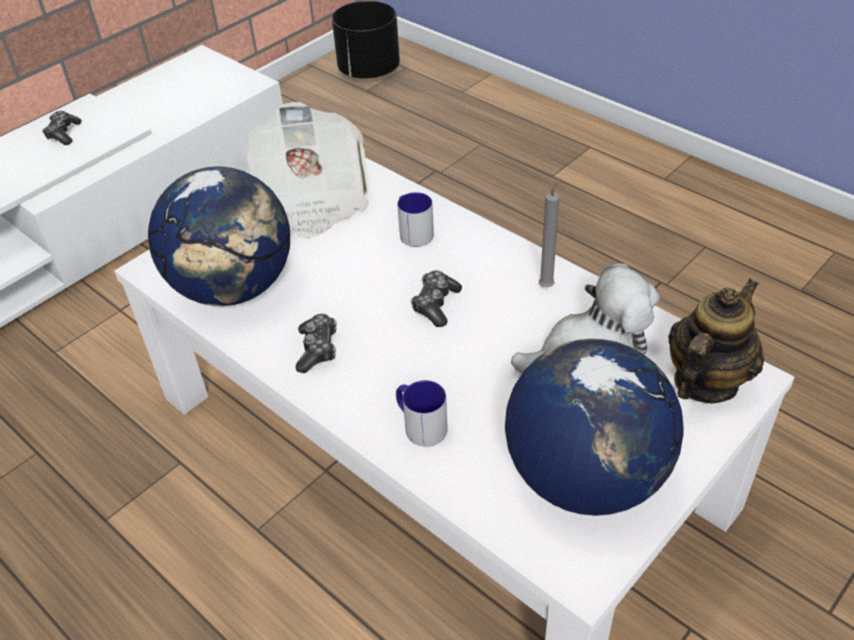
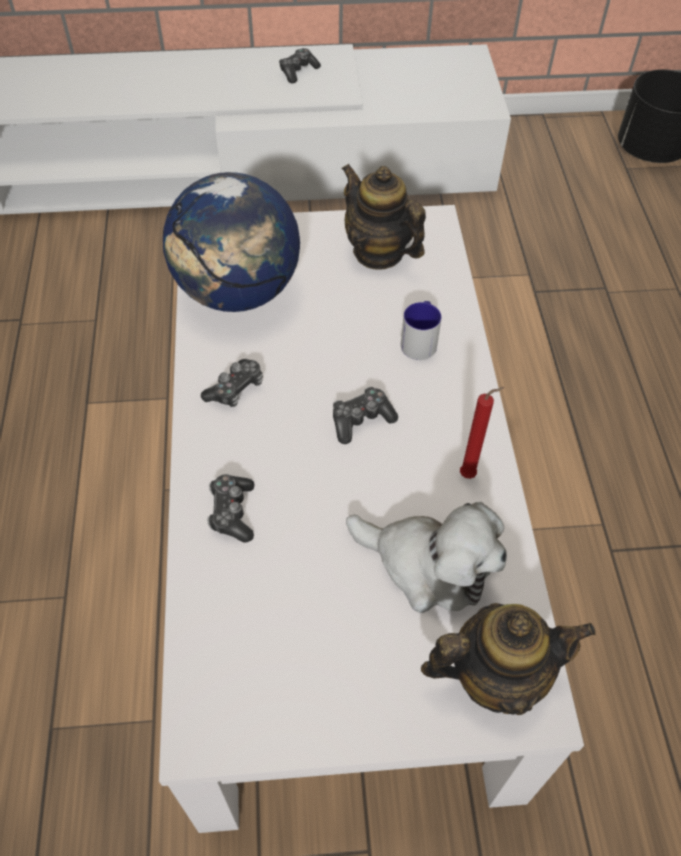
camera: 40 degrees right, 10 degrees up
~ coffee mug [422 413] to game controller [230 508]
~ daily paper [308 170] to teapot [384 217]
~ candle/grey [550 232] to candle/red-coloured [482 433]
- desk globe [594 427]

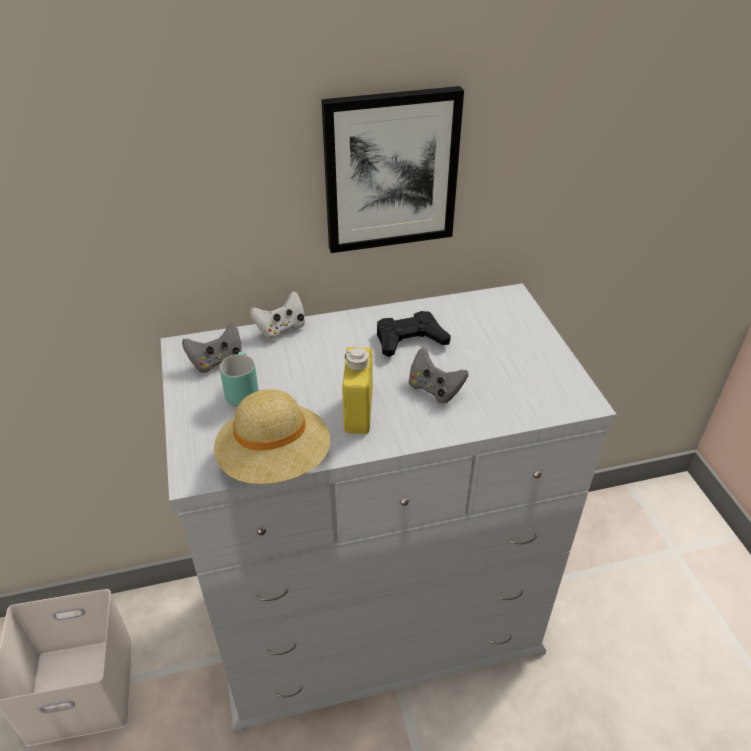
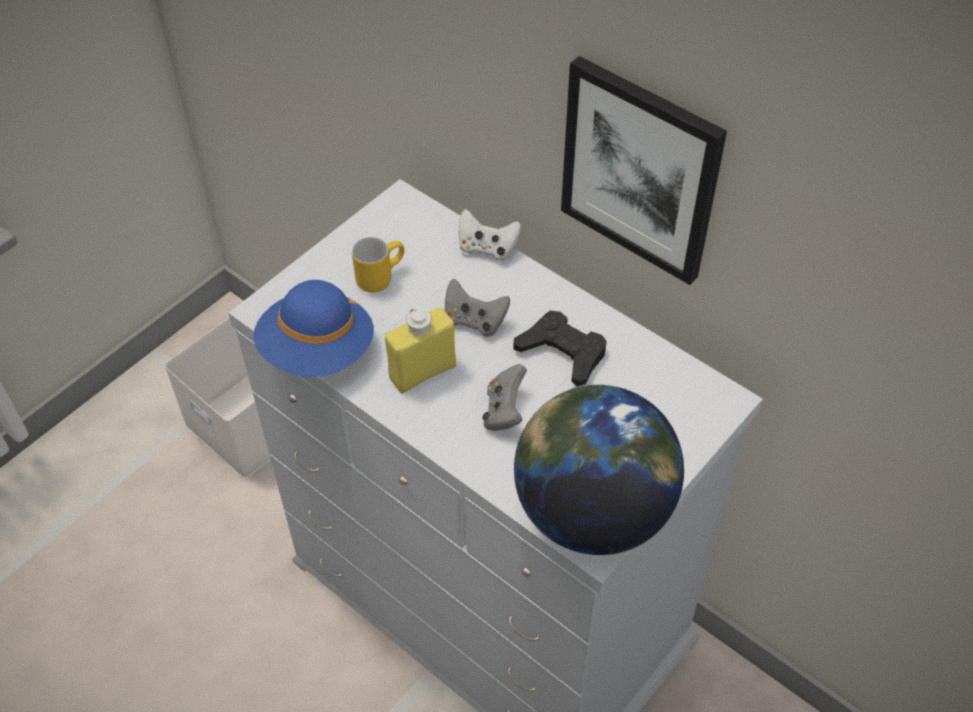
camera: 55 degrees right, 10 degrees up
~ wearable hat/sand-coloured [272 436] to wearable hat/bluish [313 328]
~ coffee mug/blue-green [239 379] to coffee mug/yellow-coloured [378 265]
~ game controller/grey [212 347] to [477 308]
+ desk globe [599 470]

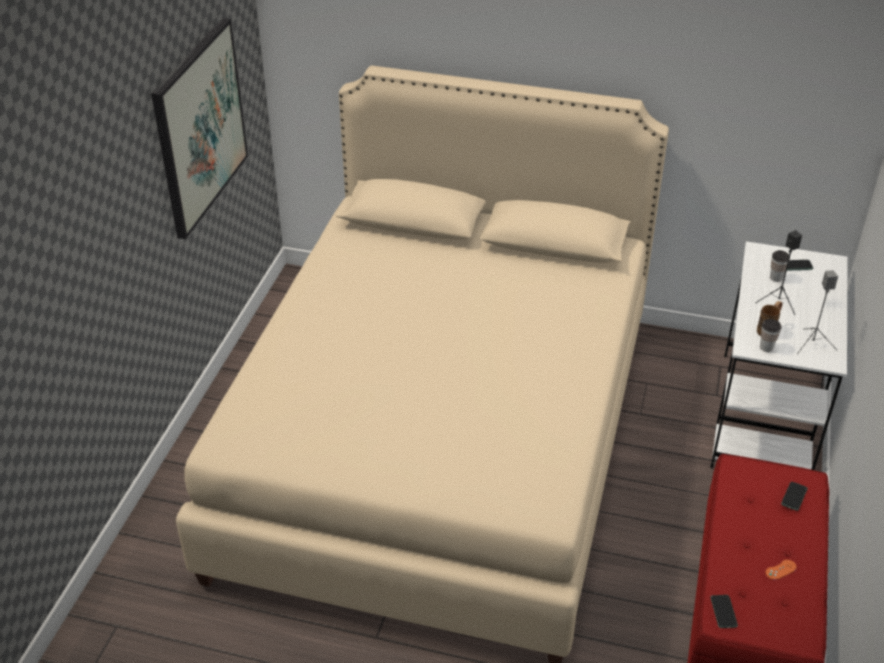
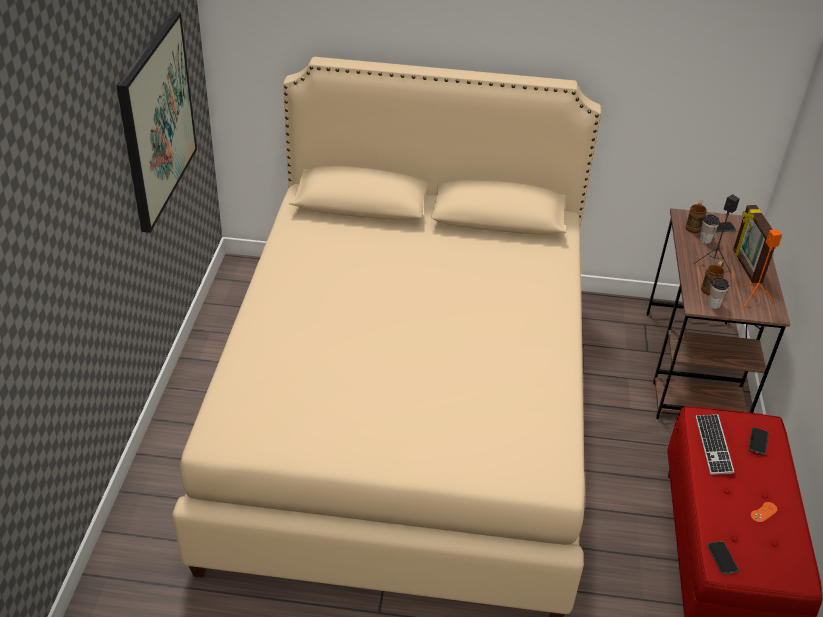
camera: 10 degrees left, 0 degrees up
~ desk unit/whitish [778 355] to desk unit/brown-coloured [719 313]
+ coffee mug/brown-coloured [695 216]
+ PC keyboard [715 444]
+ standing frame [754 244]
~ audio speaker/grey [817 312] to audio speaker/orangey [761 269]

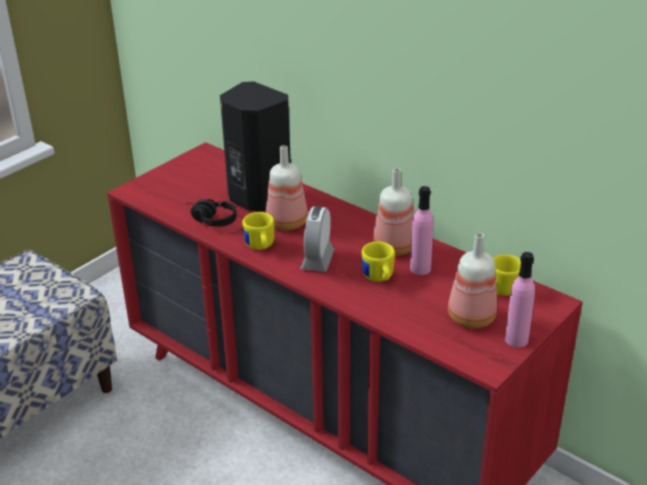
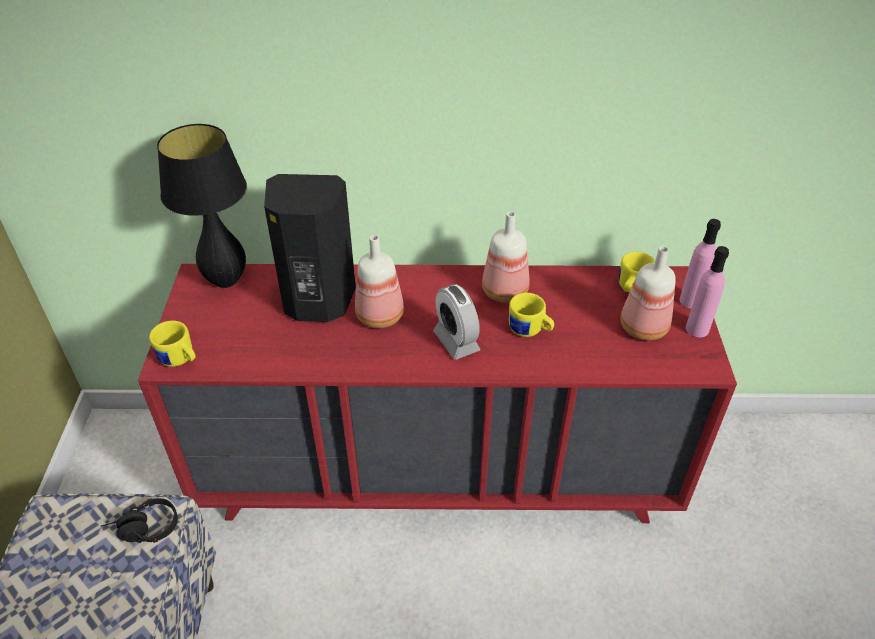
camera: 40 degrees left, 10 degrees up
~ headphones/black [212 213] to [139 520]
~ coffee mug/yellow-coloured [258 231] to [172 344]
+ table lamp/black [202 206]
~ beverage bottle/pink [422 230] to [700 263]

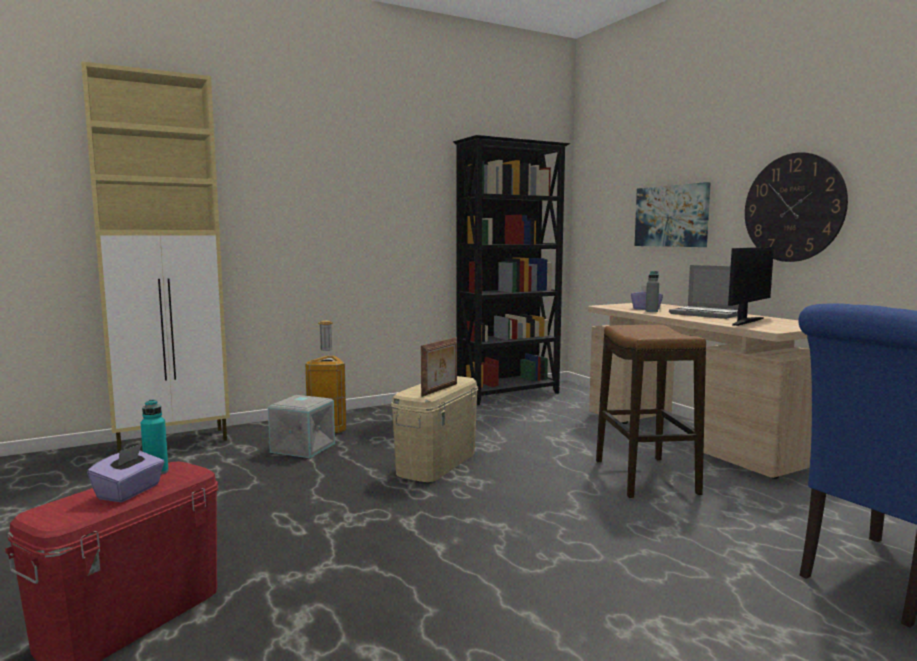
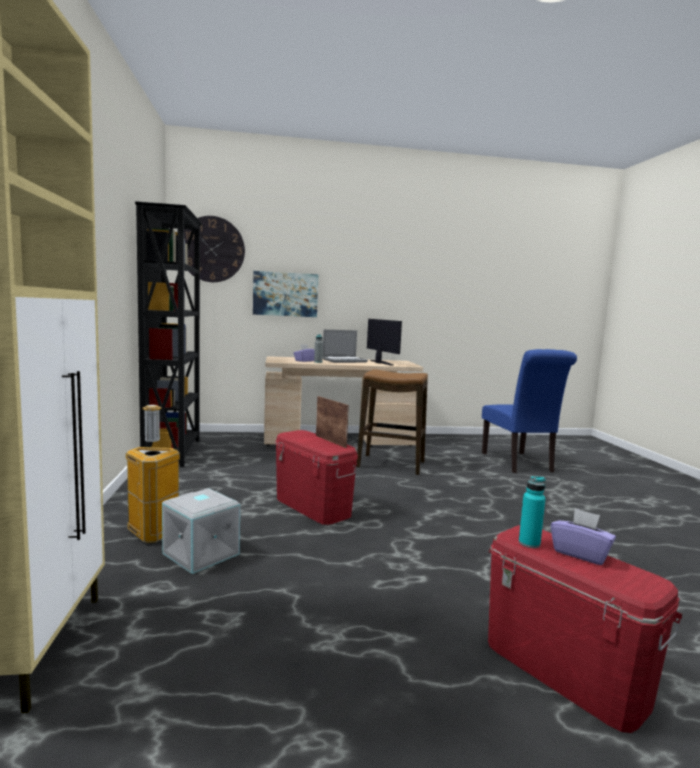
camera: 70 degrees left, 0 degrees up
~ hanging clock [796 207] to [214 249]
~ storage box/sand-coloured [434 429] to storage box/red-coloured [316 477]

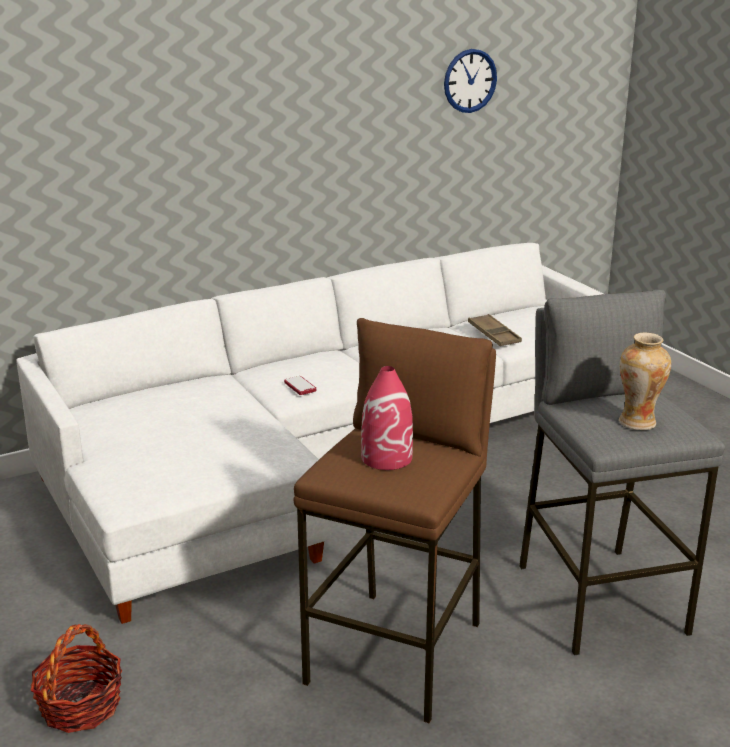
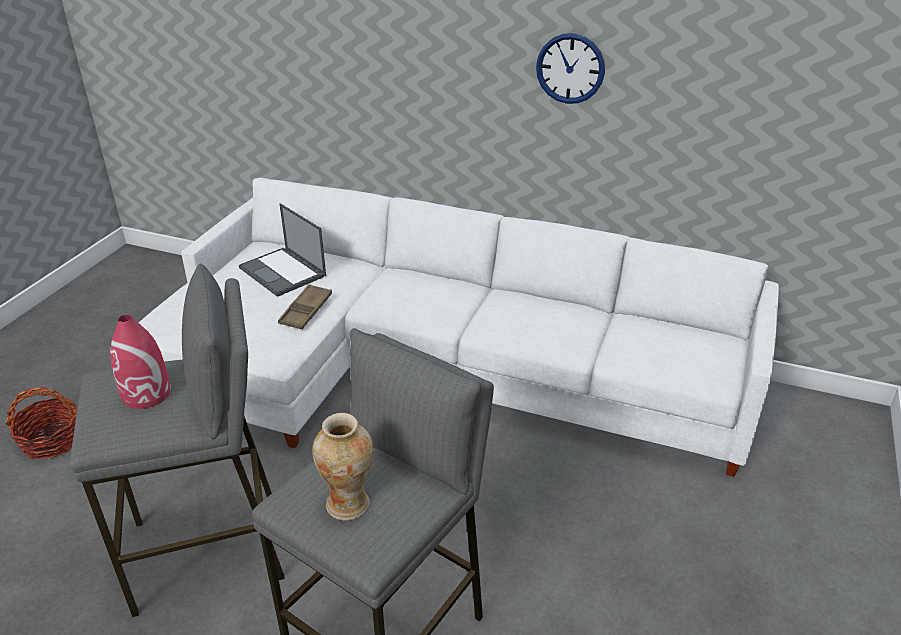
camera: 50 degrees right, 10 degrees up
~ sitting stool/brown-coloured [395 520] to sitting stool/grey [177 440]
+ portable computer [282 250]
~ serving tray/brown-coloured [495 330] to [305 307]
~ hanging clock [470 81] to [570 68]
- phone [300 385]

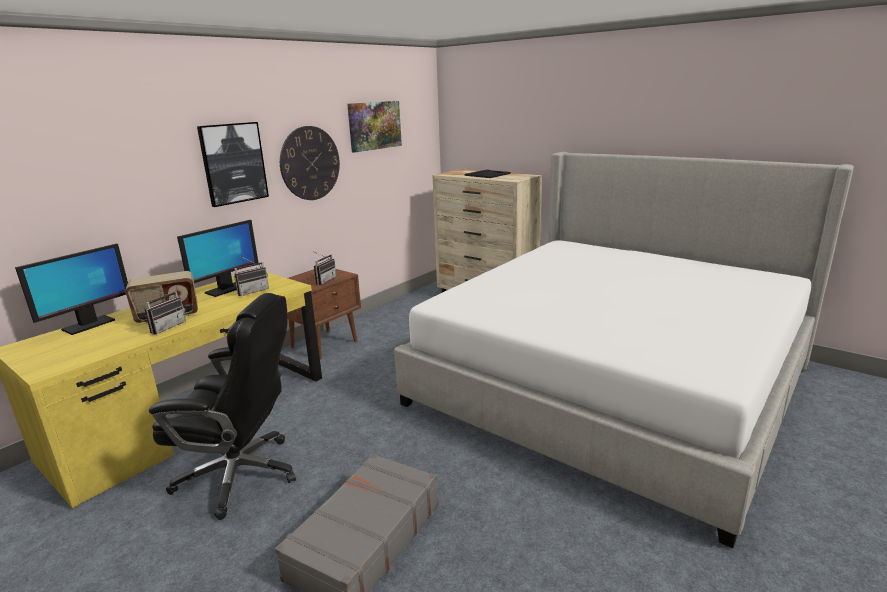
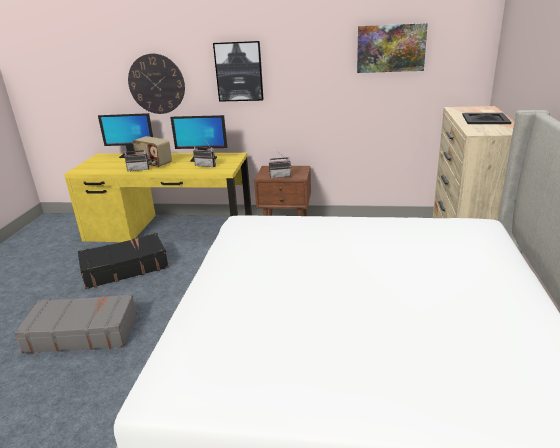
camera: 60 degrees right, 5 degrees up
~ computer chair/black [222 406] to suitcase/black [123 261]
~ hanging clock [310 163] to [156 84]

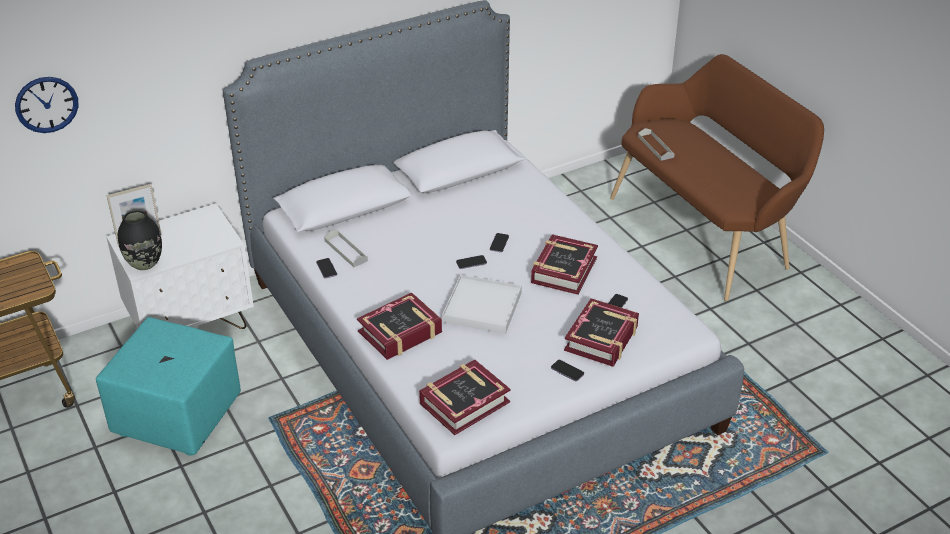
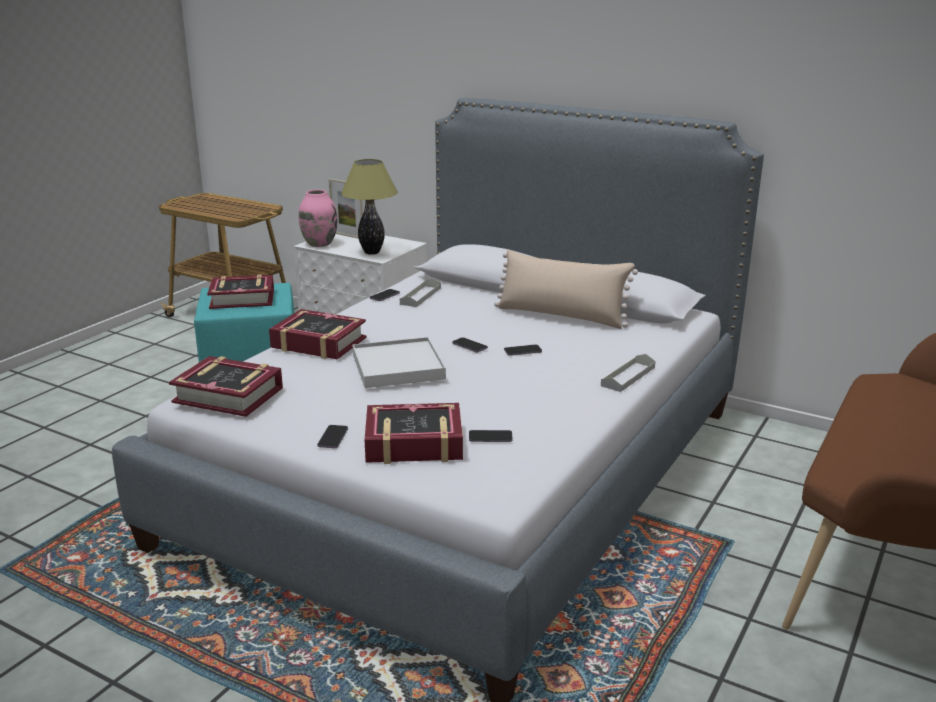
camera: 60 degrees right, 15 degrees down
~ bound book [564 264] to [240 291]
~ flower vase/black [140 240] to flower vase/pink [318 218]
+ table lamp [369 207]
+ throw pillow/sand-coloured [566 289]
~ serving tray/grey [656 144] to [628 373]
- hanging clock [47 105]

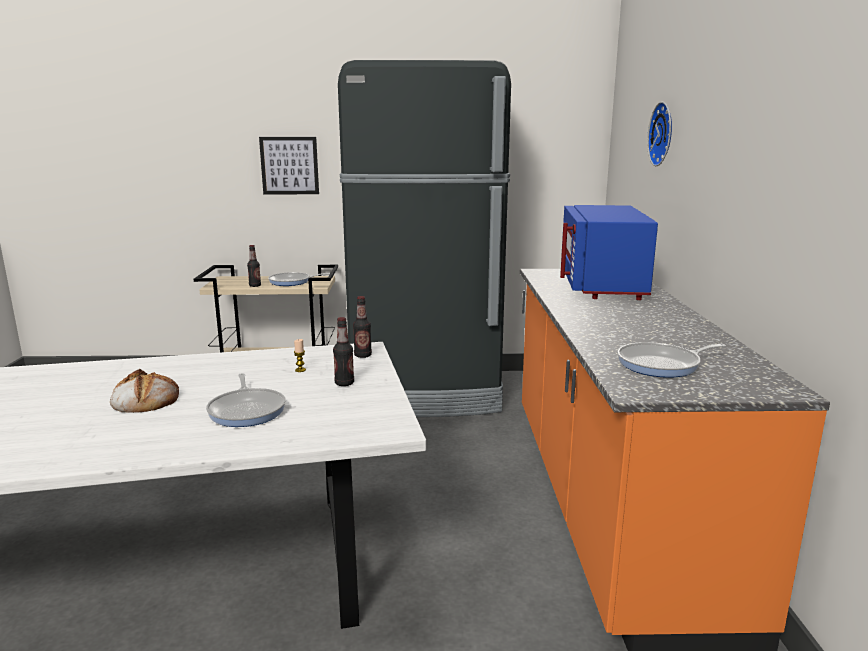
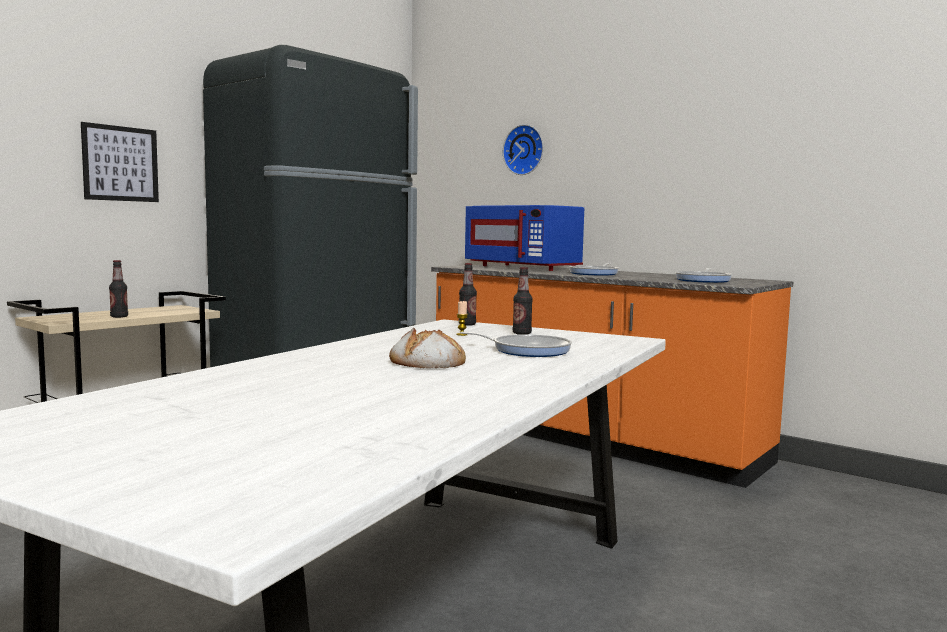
camera: 50 degrees left, 10 degrees down
~ pan [299 279] to [594 269]

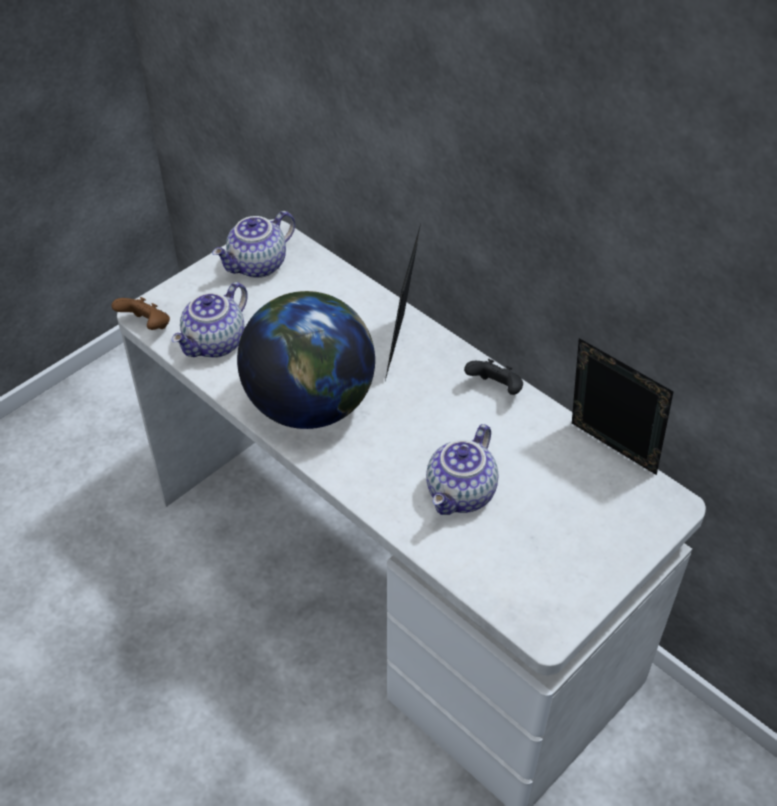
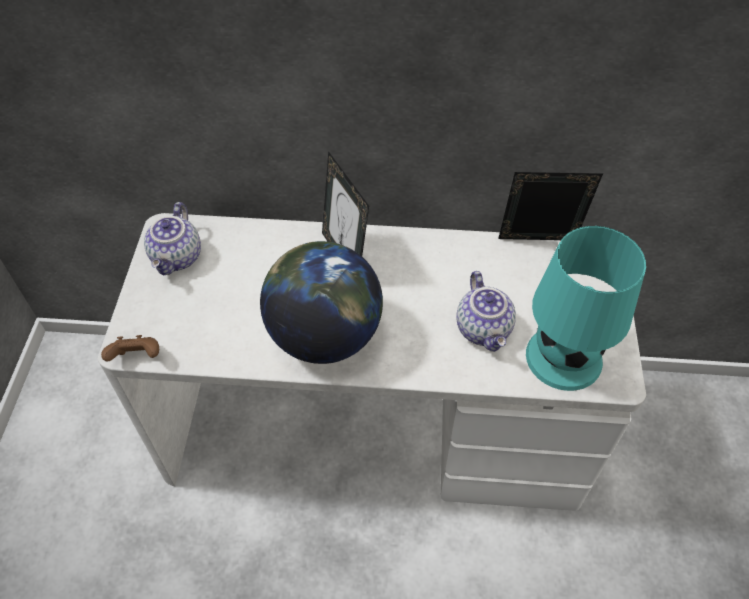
camera: 40 degrees left, 5 degrees up
+ table lamp/blue-green [586 308]
- teapot [210 320]
- game controller/black [493 377]

